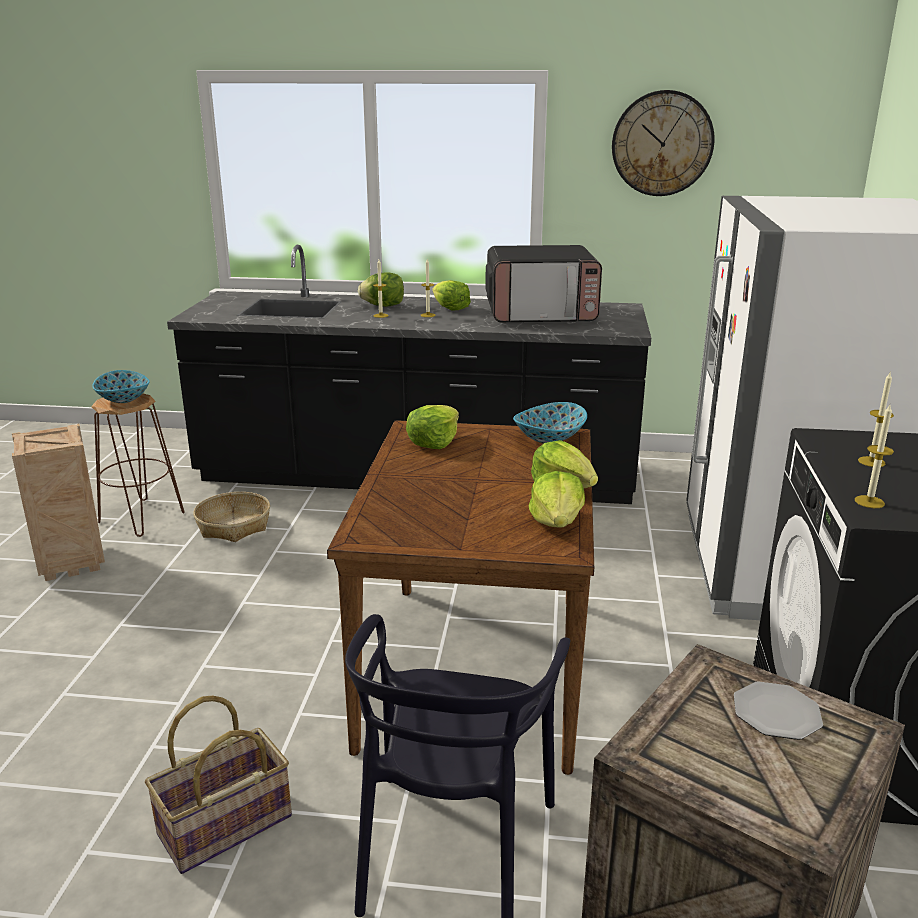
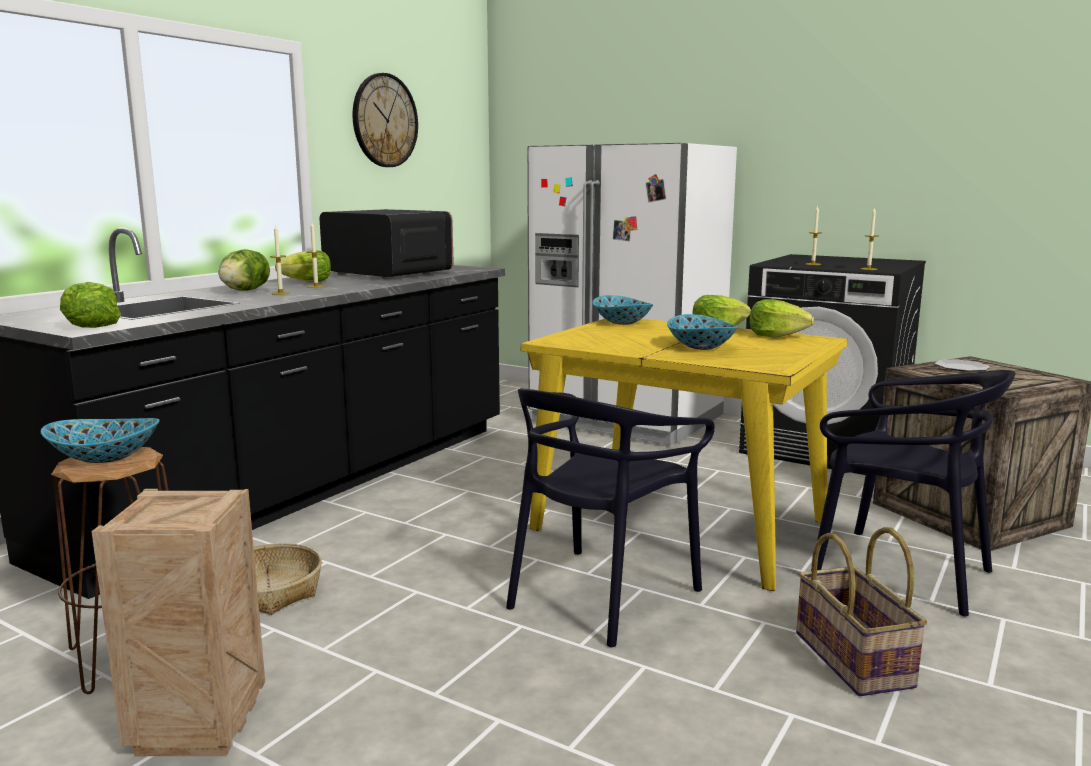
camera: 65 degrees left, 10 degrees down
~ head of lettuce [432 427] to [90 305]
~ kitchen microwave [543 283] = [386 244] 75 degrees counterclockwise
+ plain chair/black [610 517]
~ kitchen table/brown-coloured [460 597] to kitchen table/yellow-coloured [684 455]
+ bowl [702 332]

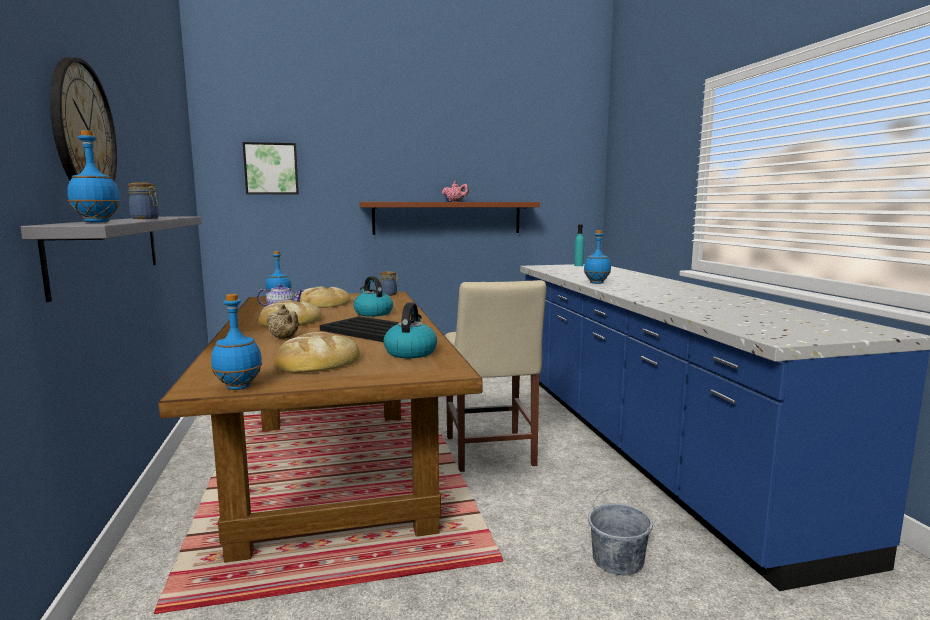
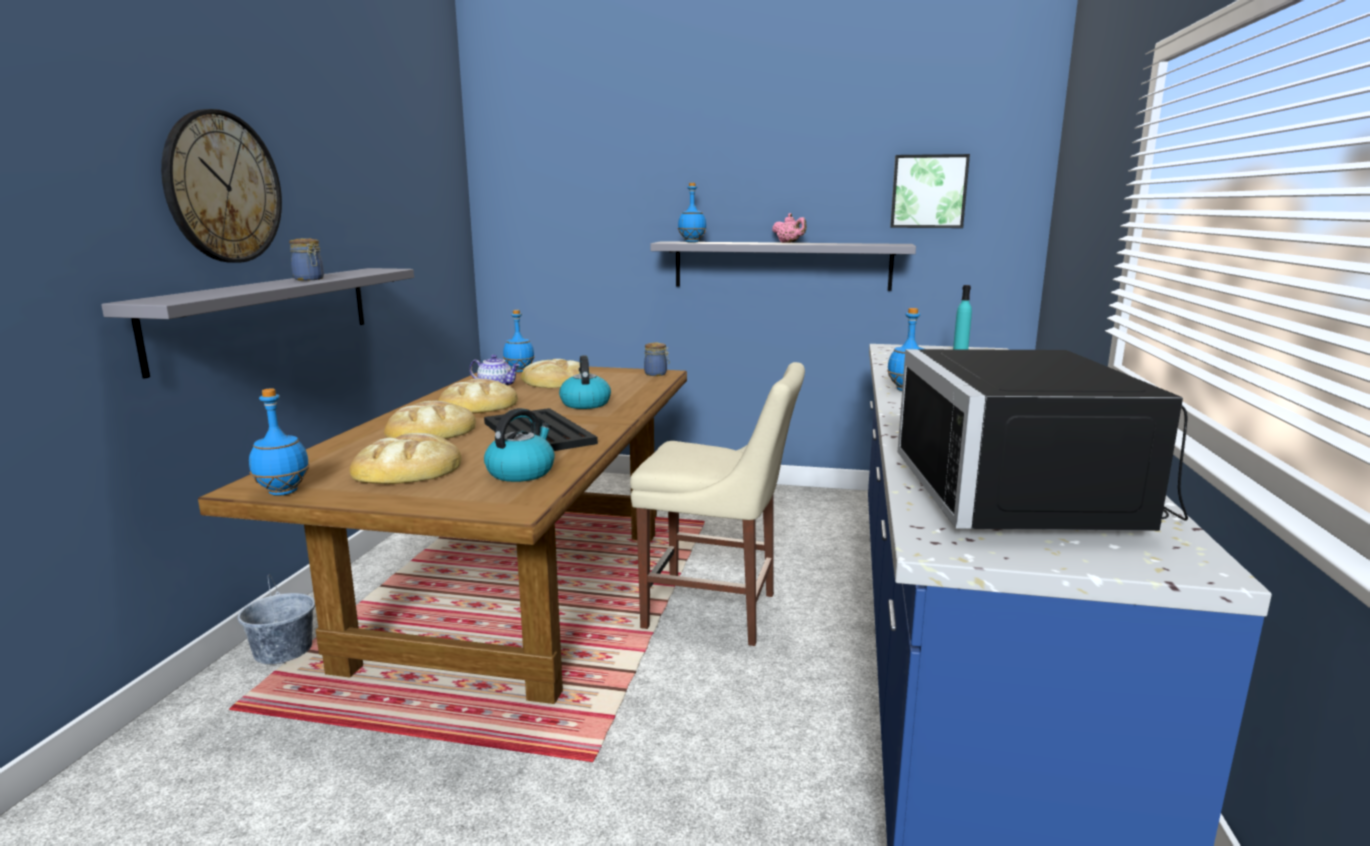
camera: 25 degrees right, 5 degrees up
~ water bucket/grey [620 532] to [276 620]
~ teapot/sand-coloured [282 322] to baked bread [430 420]
~ plain chair/sand-coloured [495 376] = [717 504] 90 degrees counterclockwise
~ wall shelf/brown-coloured [449 218] to wall shelf/grey [783 266]
~ beverage bottle/bluish [94 176] to [692 213]
~ picture [271 168] to [930 191]
+ kitchen microwave/black [1043 440]

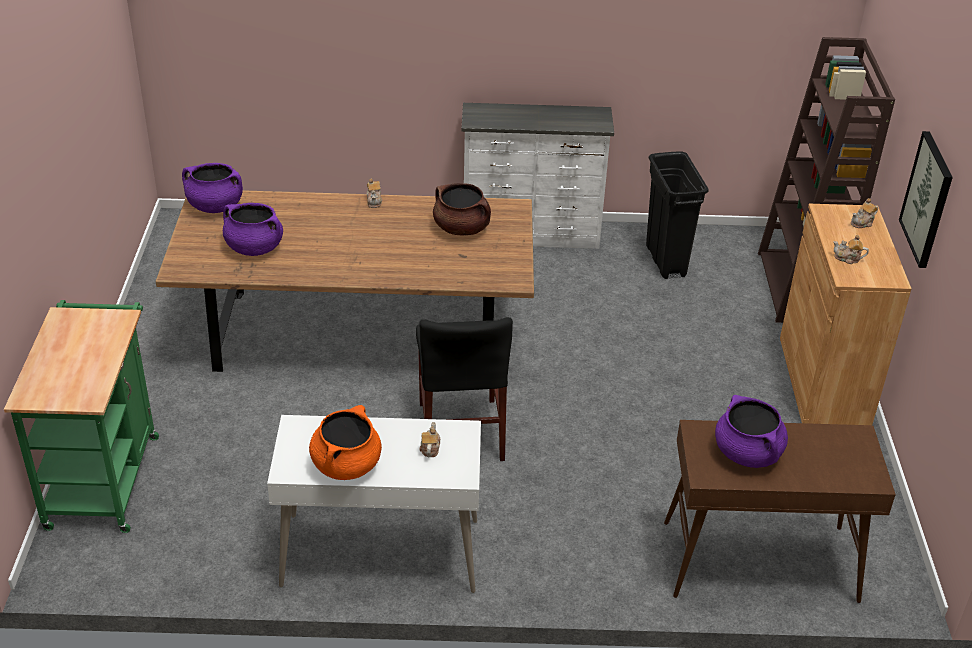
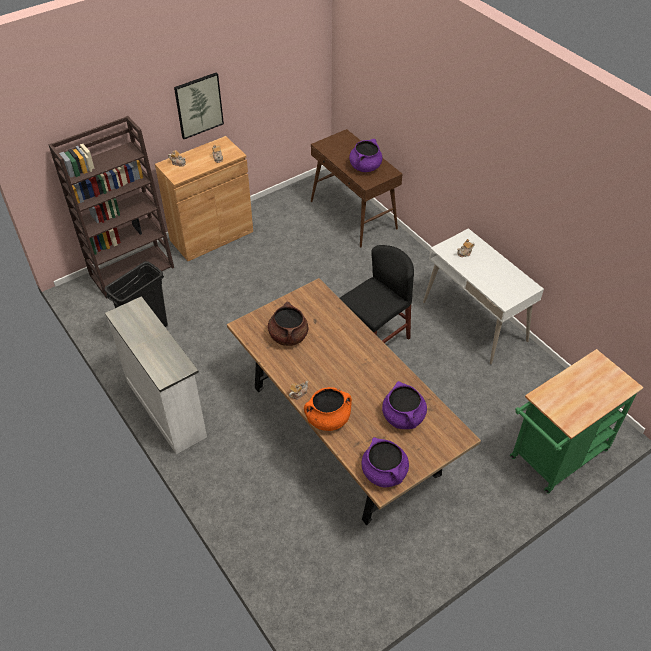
camera: 125 degrees left, 10 degrees up
~ cooking pot/orangey [345 442] to [328 409]

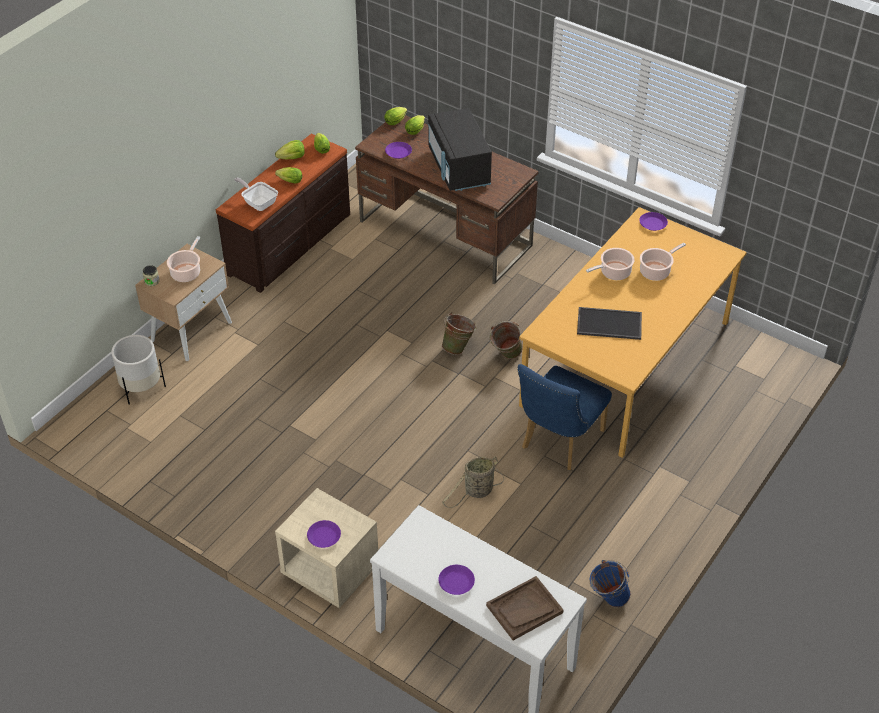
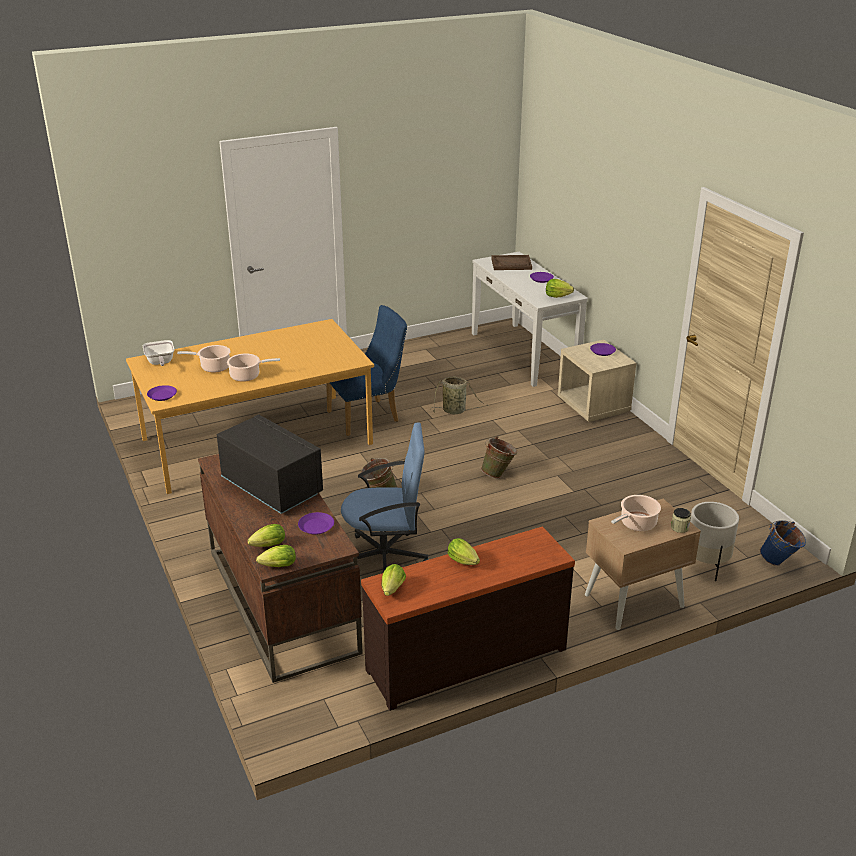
camera: 150 degrees left, 15 degrees down
~ pan [256 194] to [158 353]
~ kitchen microwave/black [460 149] = [270 464] 60 degrees counterclockwise
+ computer chair/bluish [385 497]
~ water bucket/green [506 340] to [499 457]
~ head of lettuce [290 149] to [560 288]
~ water bucket/bluish [610 583] to [783 543]
- serving tray [609 323]

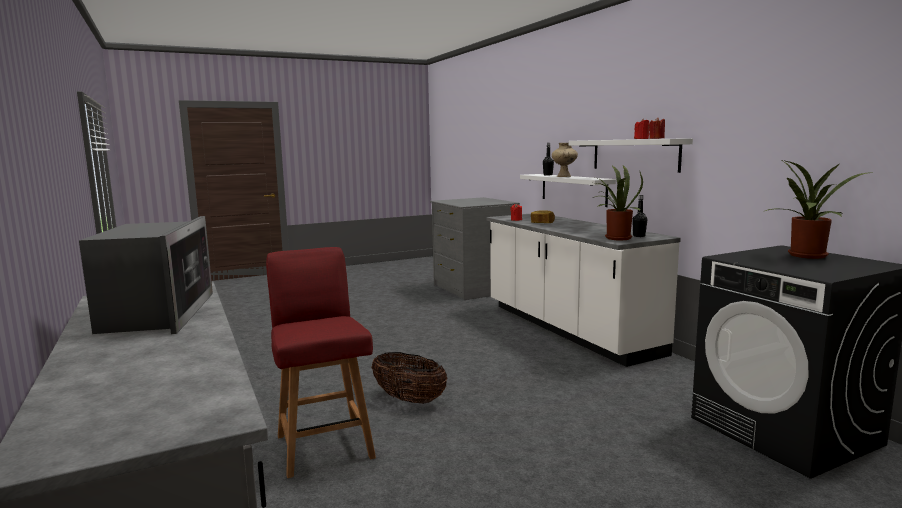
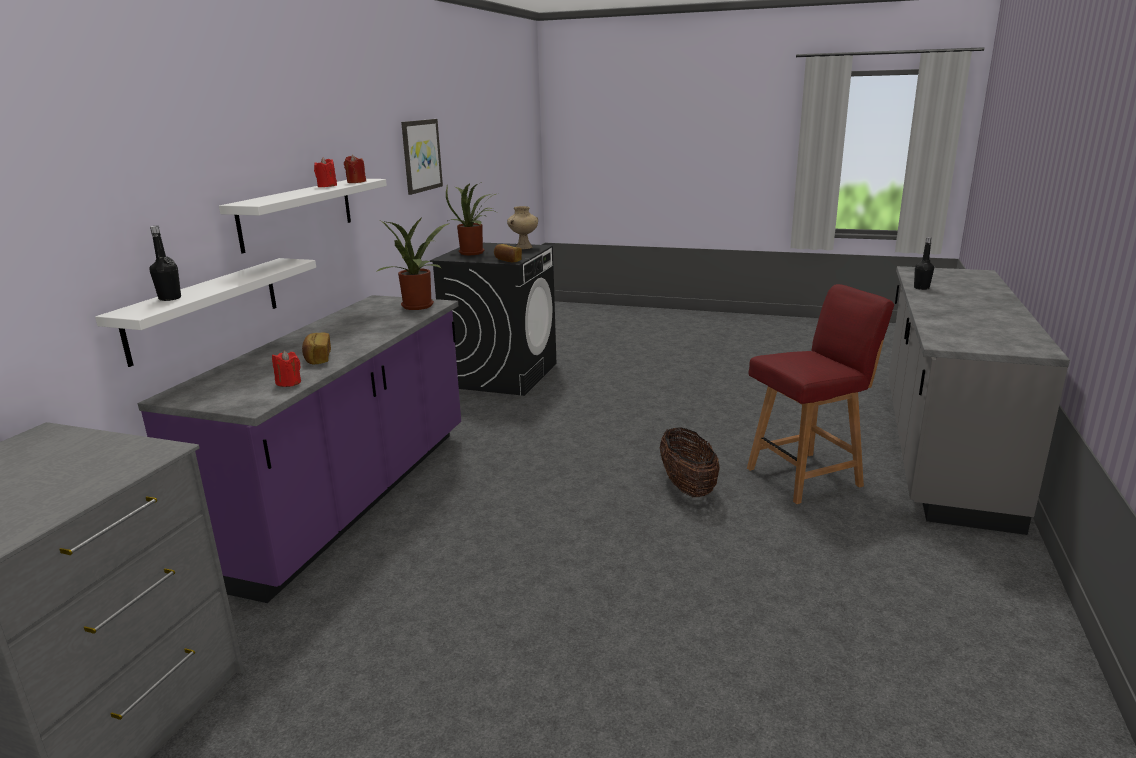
camera: 135 degrees left, 10 degrees up
~ kitchen base unit/whitish [583 290] to kitchen base unit/purple [299 449]
+ picture [422 157]
+ baked bread [508 253]
~ flower vase/sand-coloured [565 160] to [522 227]
~ plain chair/red-coloured [321 362] = [820 394] 135 degrees counterclockwise
~ beverage bottle/black [639 216] to [924 263]
- kitchen microwave [146 275]

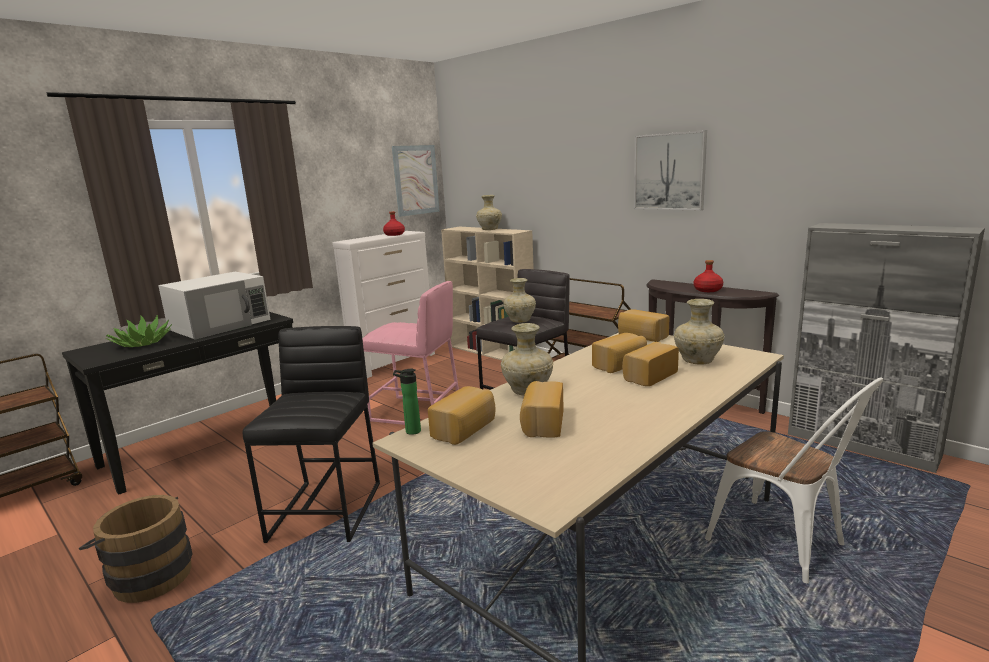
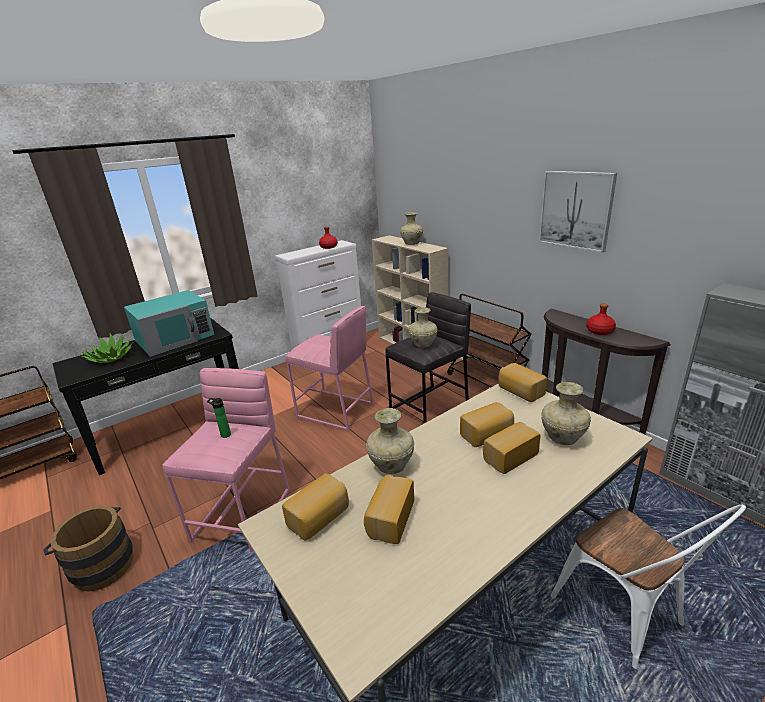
camera: 10 degrees right, 10 degrees up
~ kitchen microwave/whitish [214 305] to kitchen microwave/blue-green [169 323]
~ sitting stool/black [311 434] to sitting stool/pink [226 460]
~ beverage bottle [407 402] to [219 418]
- picture [416 181]

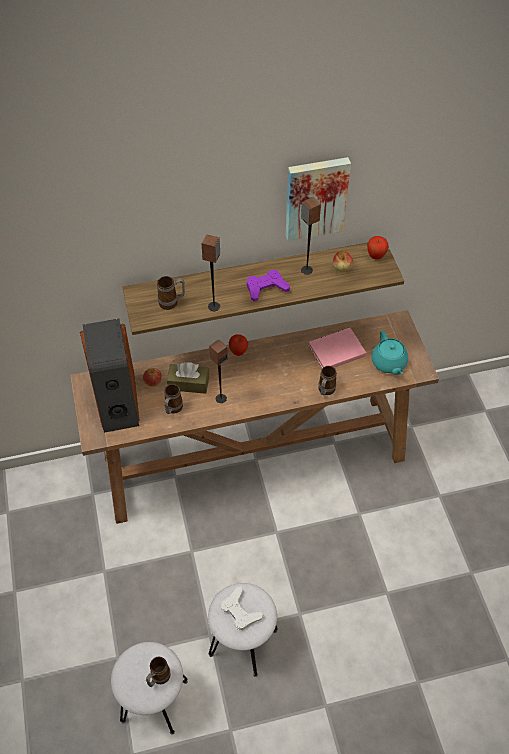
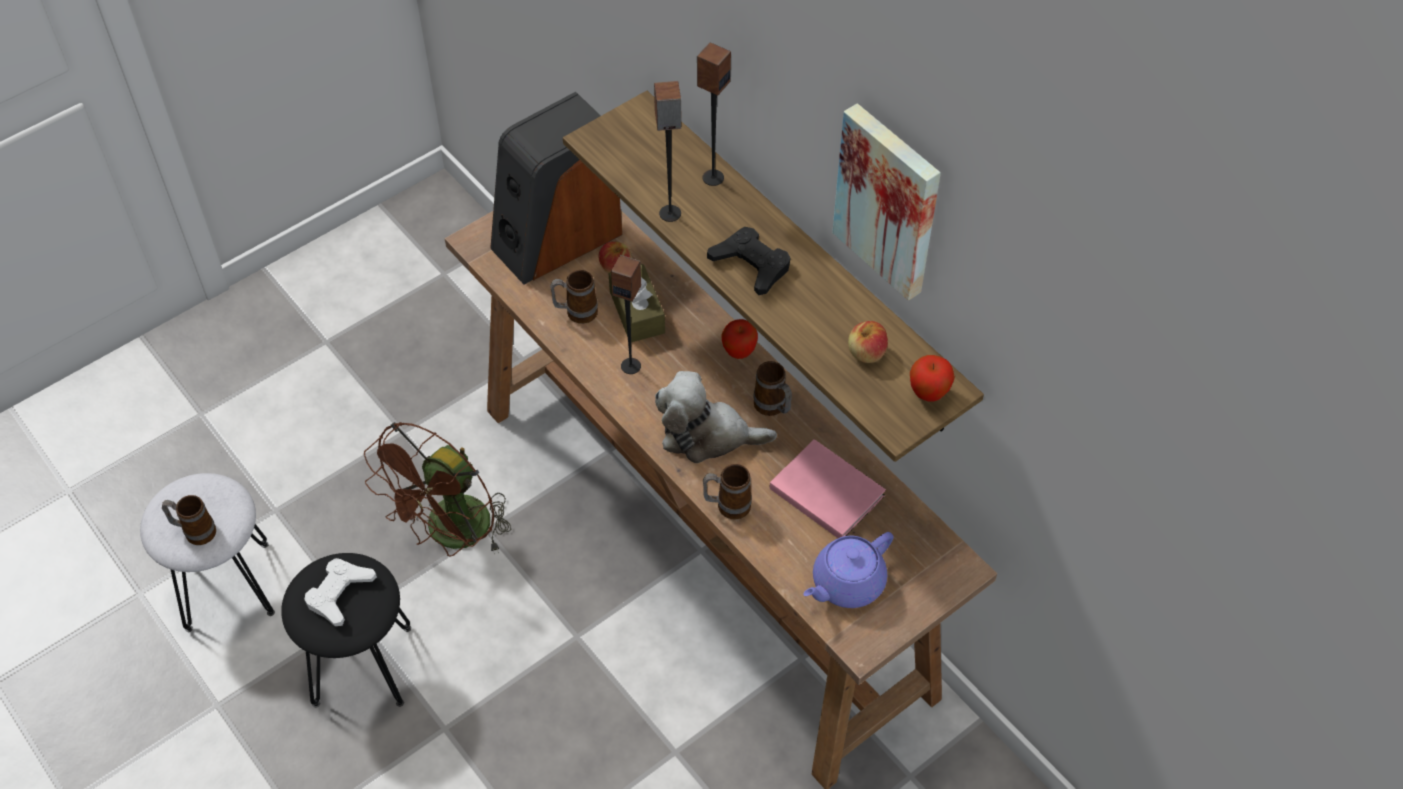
camera: 65 degrees right, 0 degrees up
~ sitting stool/whitish [243 630] to sitting stool/black [346 630]
+ fan/brown-coloured [437 489]
+ cuddly toy [716 417]
~ audio speaker [311 236] to [714 114]
~ game controller/purple [268 286] to game controller/black [749 261]
~ coffee mug [171 293] to [772 388]
~ teapot/blue-green [389 353] to teapot/purple [848 570]

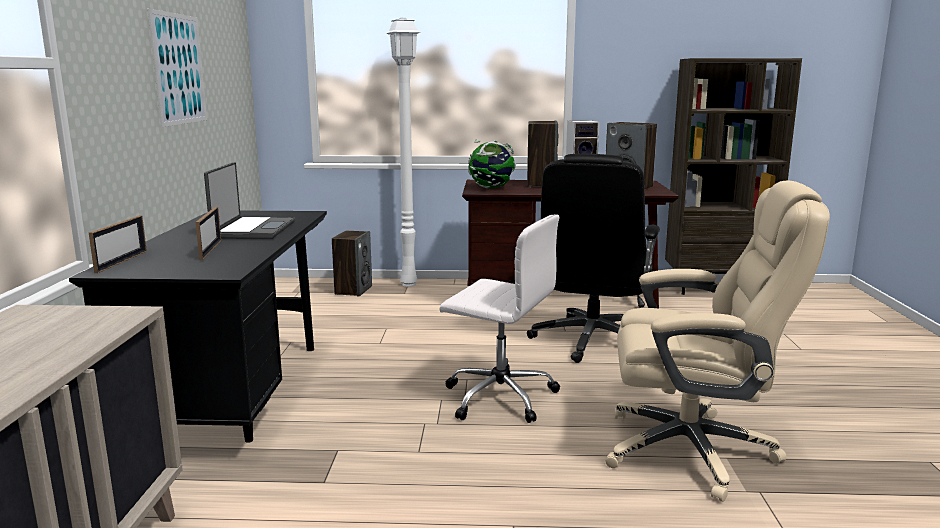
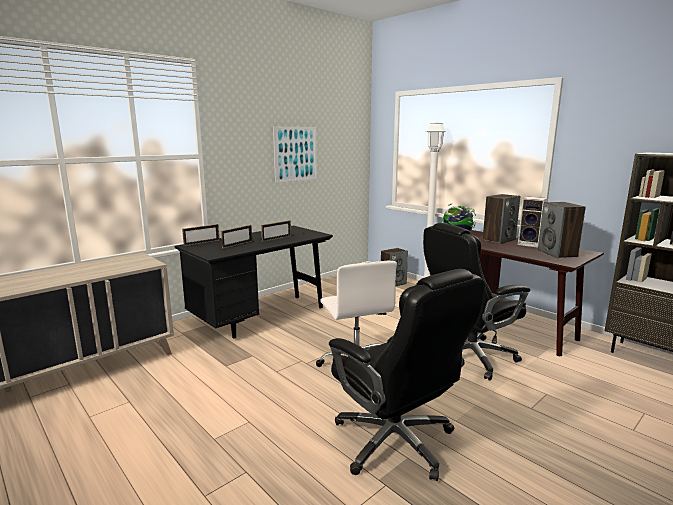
camera: 45 degrees right, 0 degrees up
~ portable computer [249 200] to standing frame [276 231]
~ computer chair/sand-coloured [717 341] to computer chair/black [407 375]

